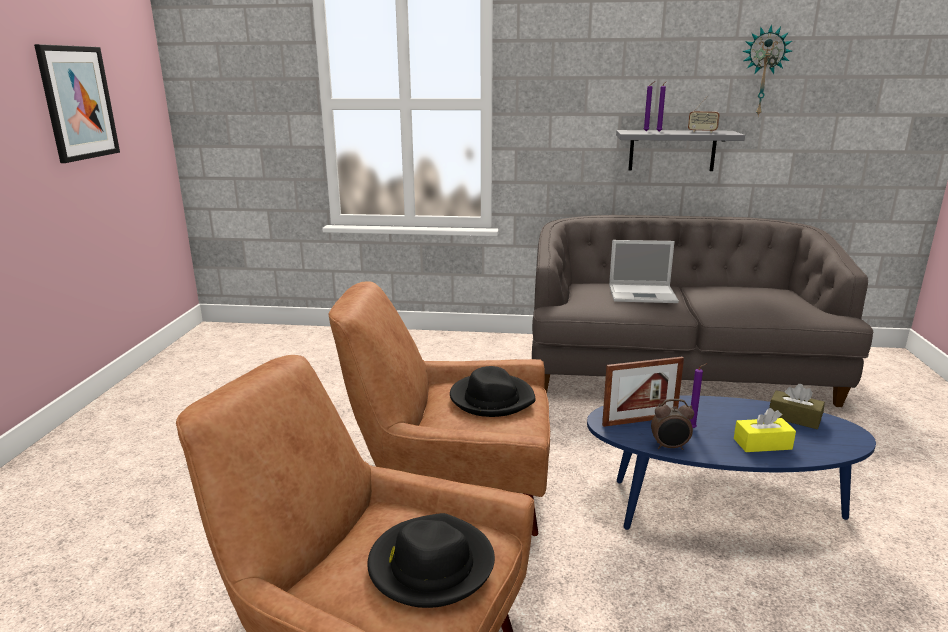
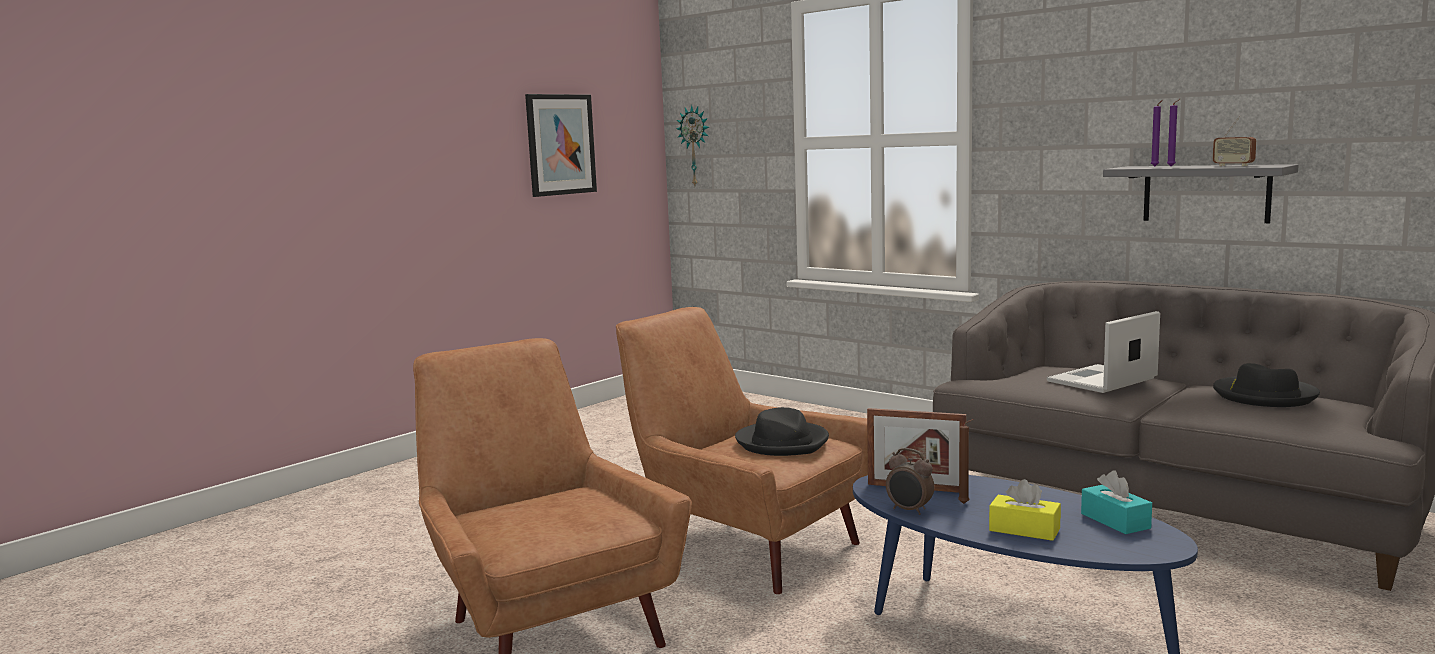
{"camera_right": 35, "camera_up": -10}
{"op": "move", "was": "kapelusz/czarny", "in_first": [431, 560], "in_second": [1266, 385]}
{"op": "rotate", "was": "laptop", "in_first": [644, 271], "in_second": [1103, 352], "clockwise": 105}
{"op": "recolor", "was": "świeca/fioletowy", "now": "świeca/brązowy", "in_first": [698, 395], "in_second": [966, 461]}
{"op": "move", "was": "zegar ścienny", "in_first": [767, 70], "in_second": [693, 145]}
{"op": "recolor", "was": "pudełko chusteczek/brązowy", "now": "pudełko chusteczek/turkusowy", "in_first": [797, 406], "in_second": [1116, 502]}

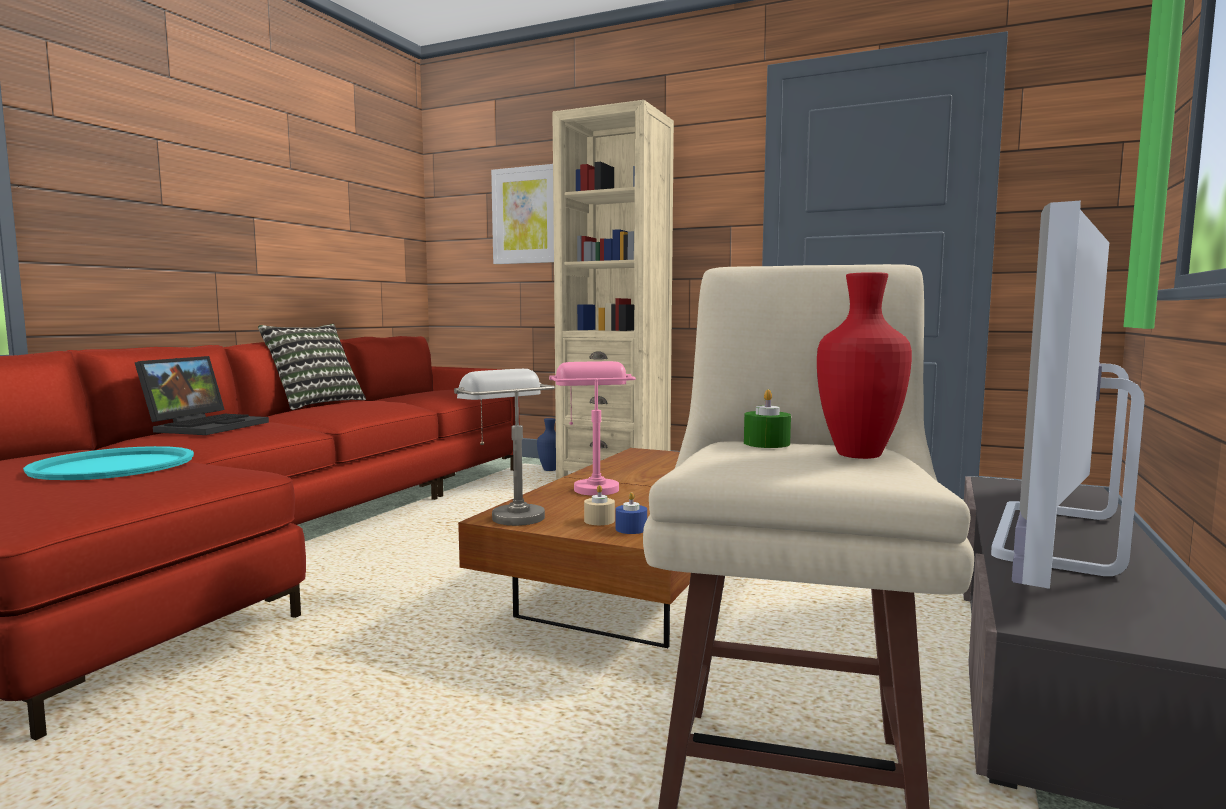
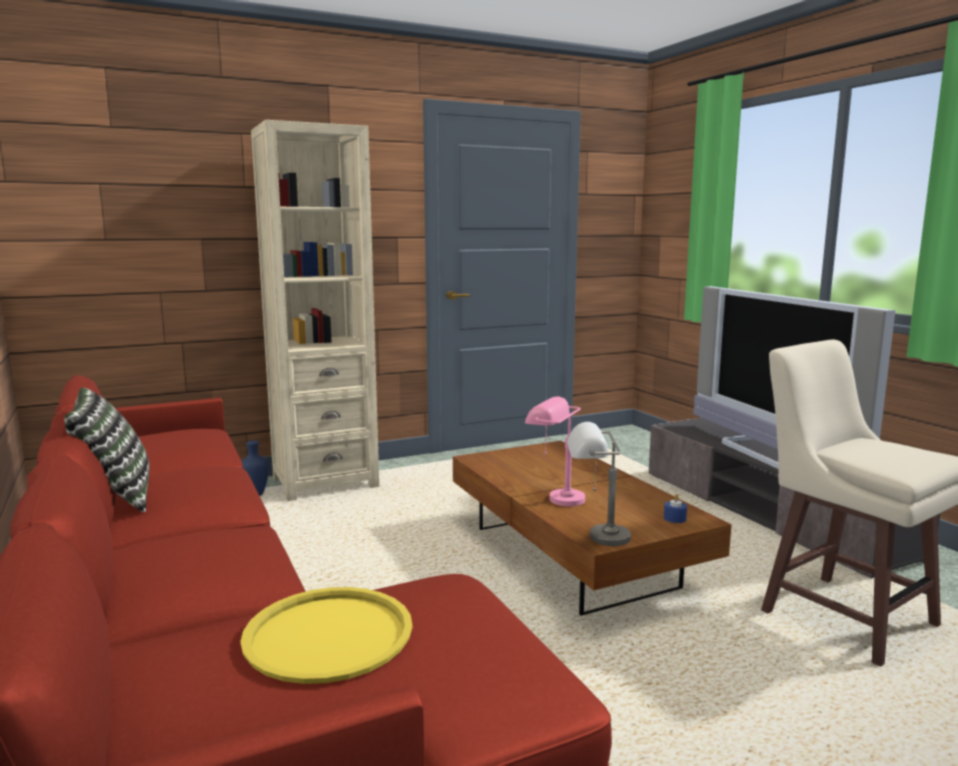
{"camera_right": -50, "camera_up": 5}
{"op": "recolor", "was": "taca/turkusowy", "now": "taca/żółty", "in_first": [108, 463], "in_second": [326, 635]}
{"op": "delete", "was": "laptop", "in_first": [202, 395]}
{"op": "delete", "was": "obraz", "in_first": [522, 214]}
{"op": "delete", "was": "świeca/beżowy", "in_first": [599, 505]}
{"op": "delete", "was": "świeca/zielony", "in_first": [767, 418]}
{"op": "delete", "was": "wazon/czerwony", "in_first": [864, 365]}

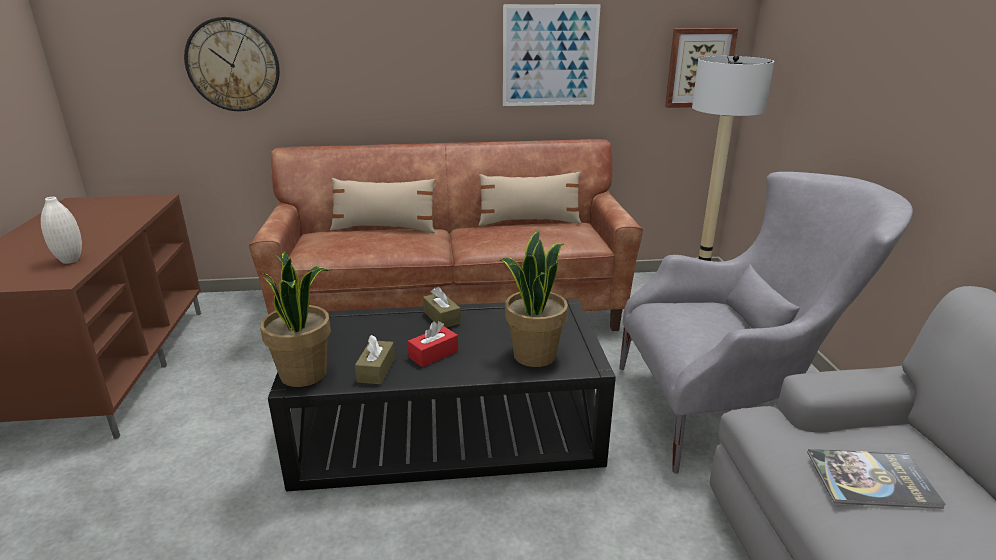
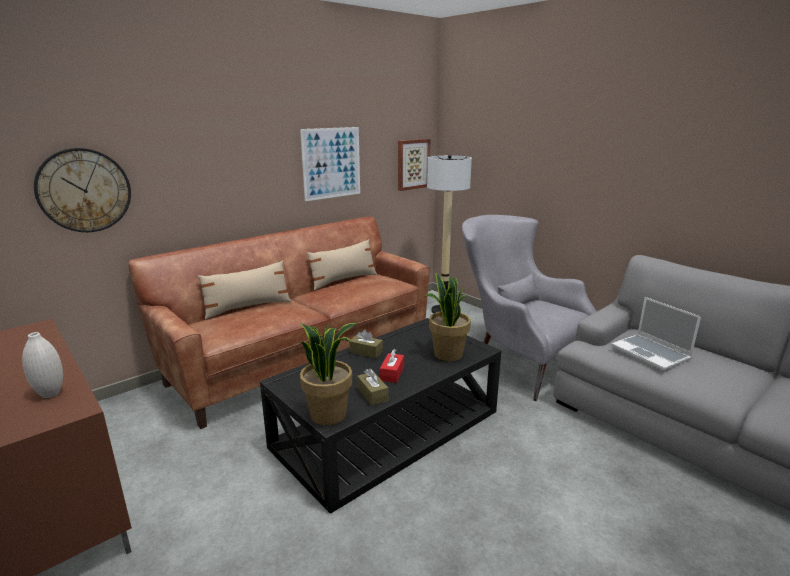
{"camera_right": -35, "camera_up": -5}
{"op": "rotate", "was": "fotel/szary", "in_first": [766, 323], "in_second": [529, 308], "clockwise": -90}
{"op": "replace", "was": "książka", "now": "laptop", "in_first": [876, 479], "in_second": [656, 333]}

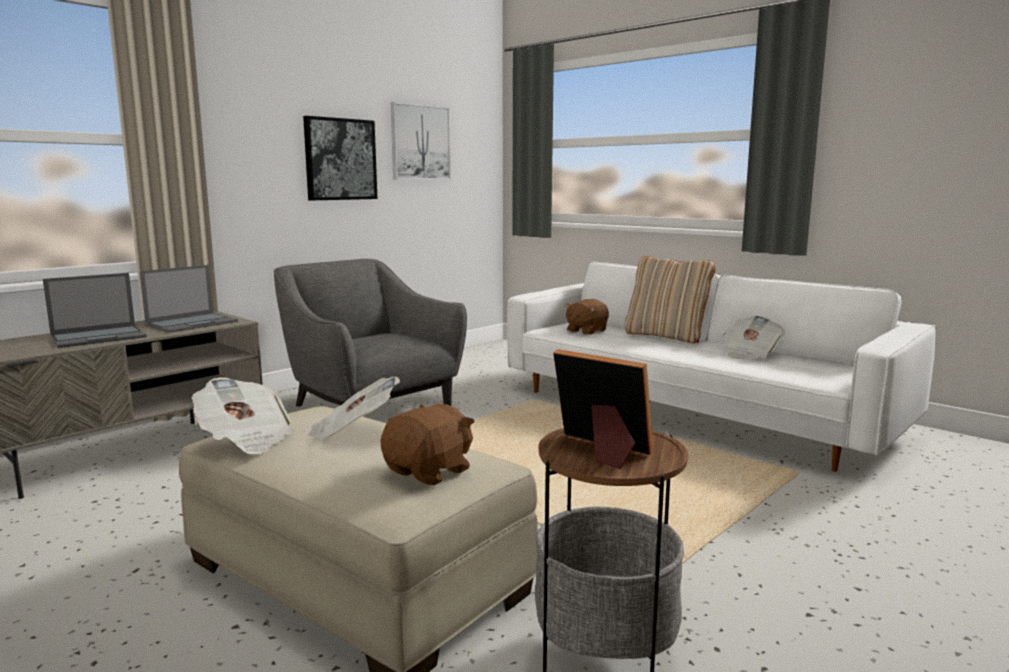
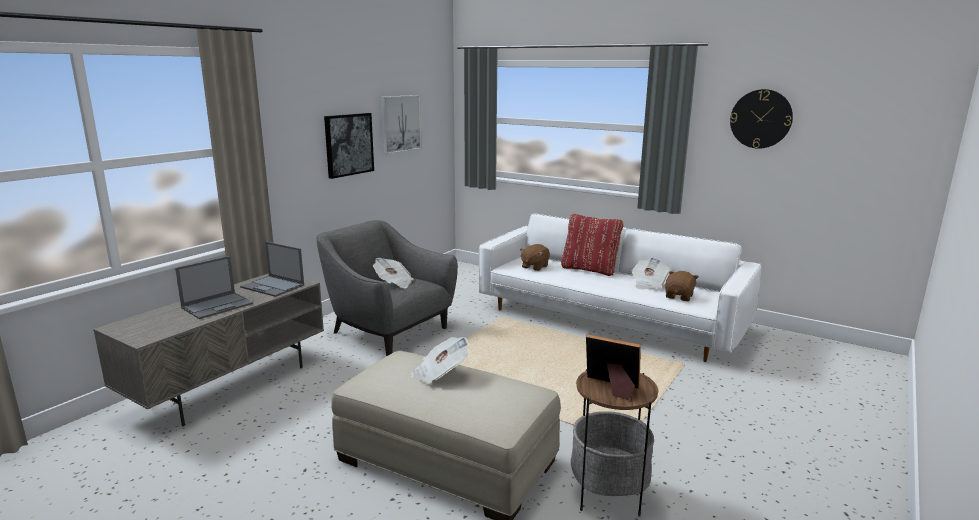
{"camera_right": -10, "camera_up": 5}
{"op": "rotate", "was": "laptop", "in_first": [189, 299], "in_second": [272, 269], "clockwise": 90}
{"op": "move", "was": "gazeta", "in_first": [243, 416], "in_second": [393, 273]}
{"op": "move", "was": "pluszak/brązowy", "in_first": [427, 445], "in_second": [682, 286]}
{"op": "recolor", "was": "poduszka/beżowy", "now": "poduszka/czerwony", "in_first": [670, 299], "in_second": [592, 245]}
{"op": "insert", "now": "zegar ścienny", "in_second": [761, 119]}

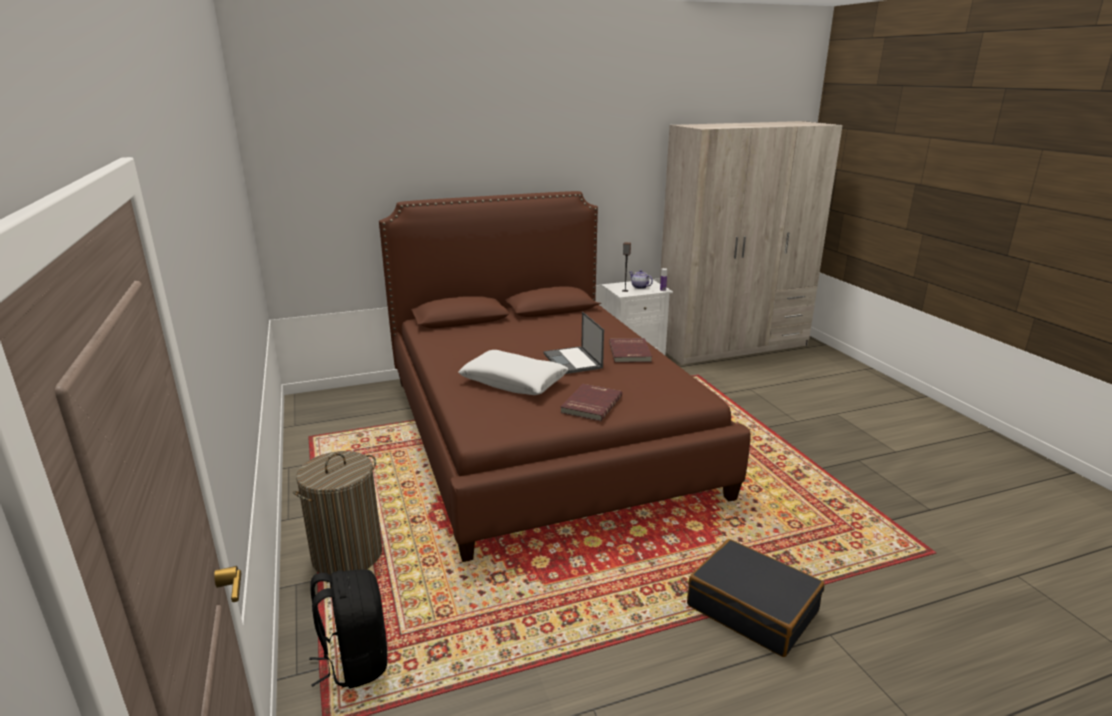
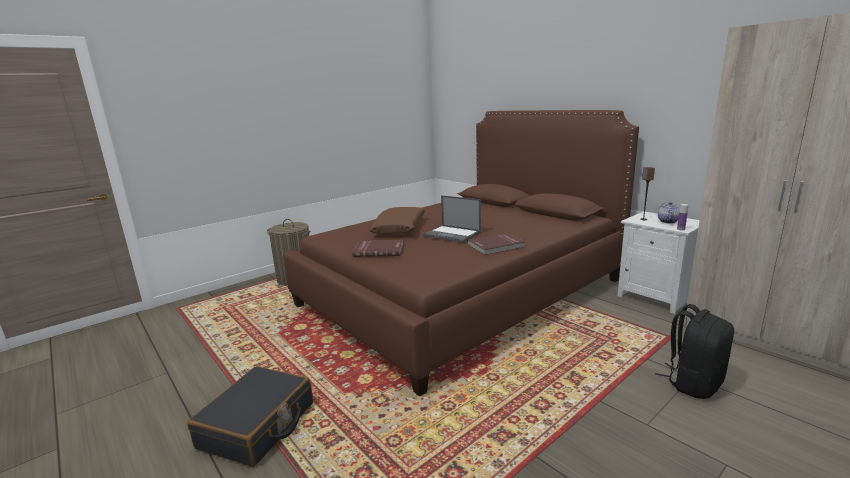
{"camera_right": 70, "camera_up": -5}
{"op": "move", "was": "plecak/czarny", "in_first": [348, 628], "in_second": [694, 351]}
{"op": "recolor", "was": "poduszka/biały", "now": "poduszka/brązowy", "in_first": [513, 372], "in_second": [397, 220]}
{"op": "rotate", "was": "laptop", "in_first": [574, 343], "in_second": [452, 219], "clockwise": -105}

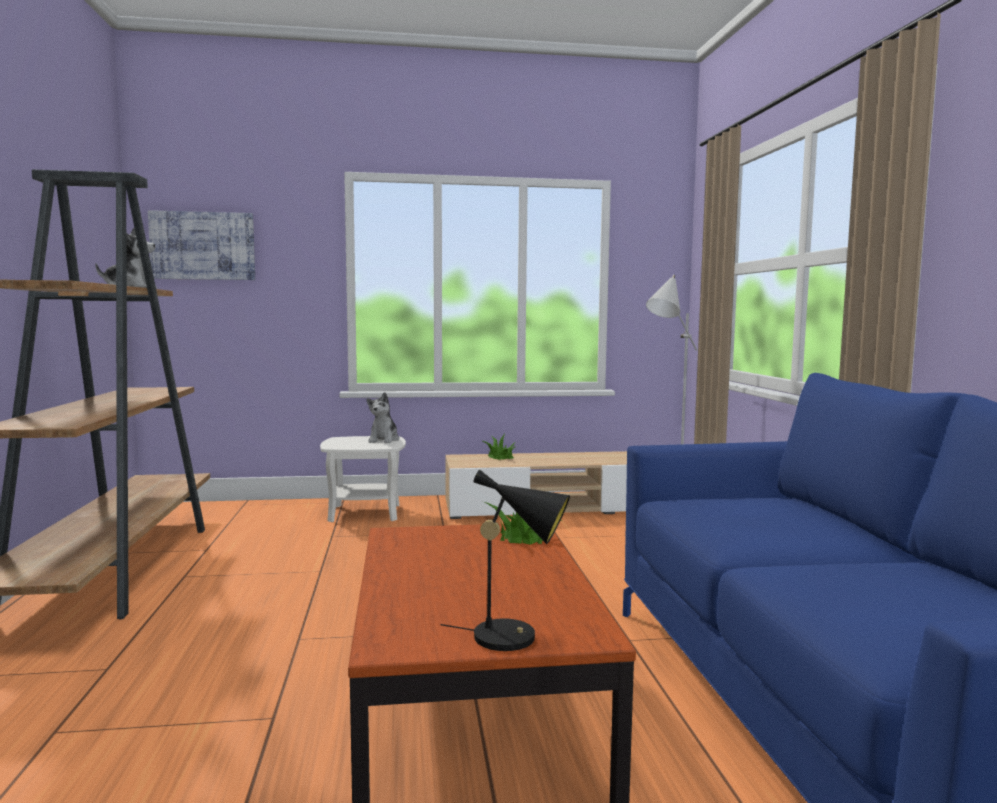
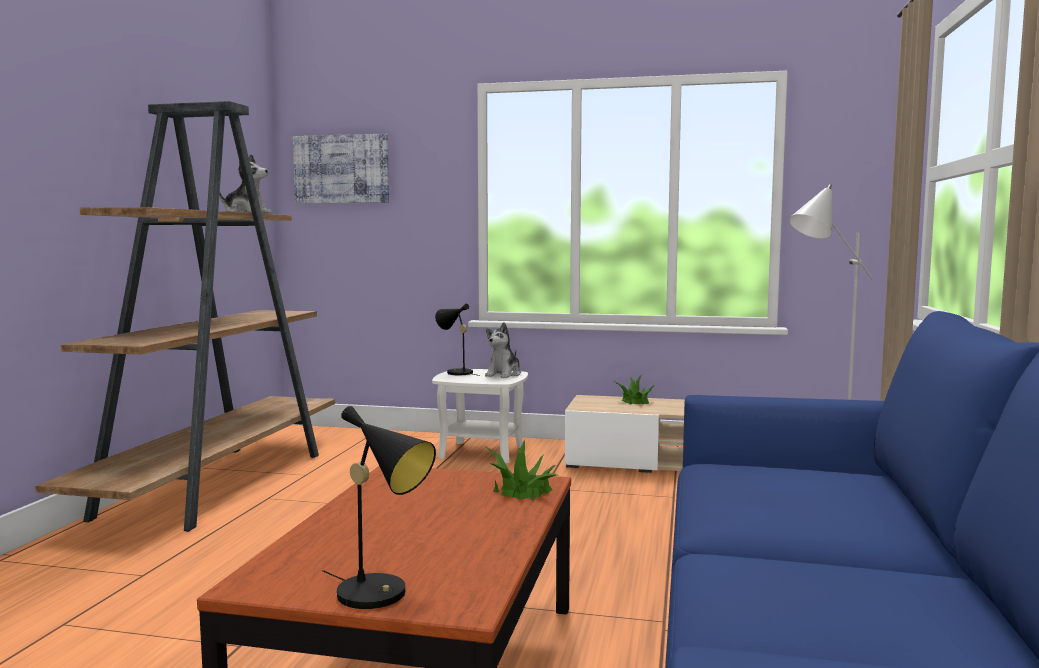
{"camera_right": 20, "camera_up": 0}
{"op": "insert", "now": "lampa stołowa/czarny", "in_second": [457, 340]}

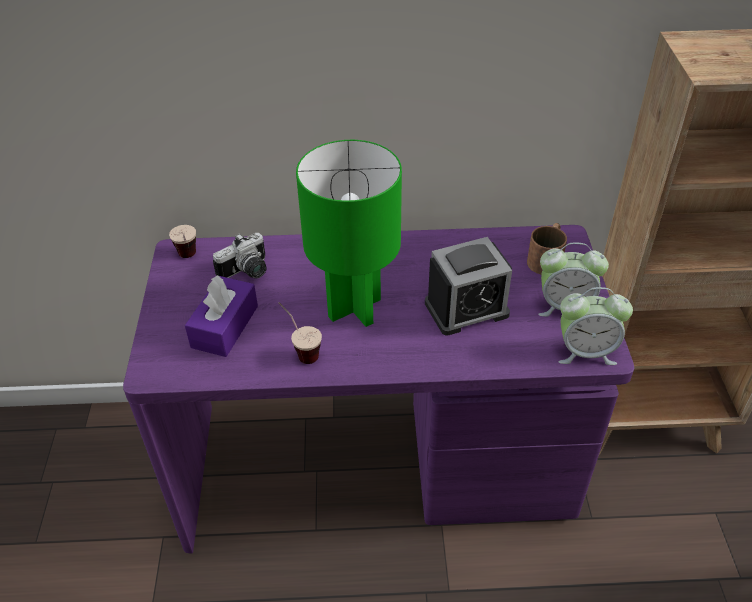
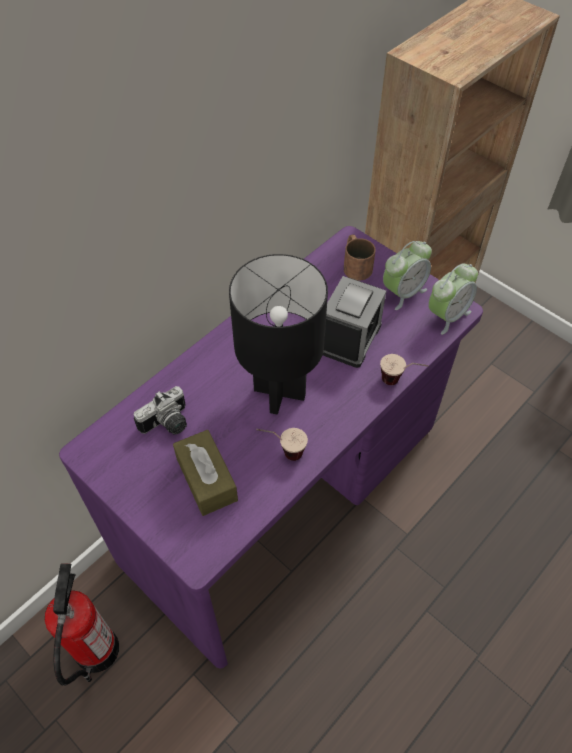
{"camera_right": -45, "camera_up": 10}
{"op": "move", "was": "filiżanka", "in_first": [182, 241], "in_second": [404, 369]}
{"op": "recolor", "was": "pudełko chusteczek/fioletowy", "now": "pudełko chusteczek/brązowy", "in_first": [221, 316], "in_second": [205, 473]}
{"op": "rotate", "was": "aparat fotograficzny", "in_first": [240, 256], "in_second": [160, 410], "clockwise": 45}
{"op": "recolor", "was": "lampa stołowa/zielony", "now": "lampa stołowa/czarny", "in_first": [349, 233], "in_second": [278, 334]}
{"op": "insert", "now": "gaśnica", "in_second": [82, 624]}

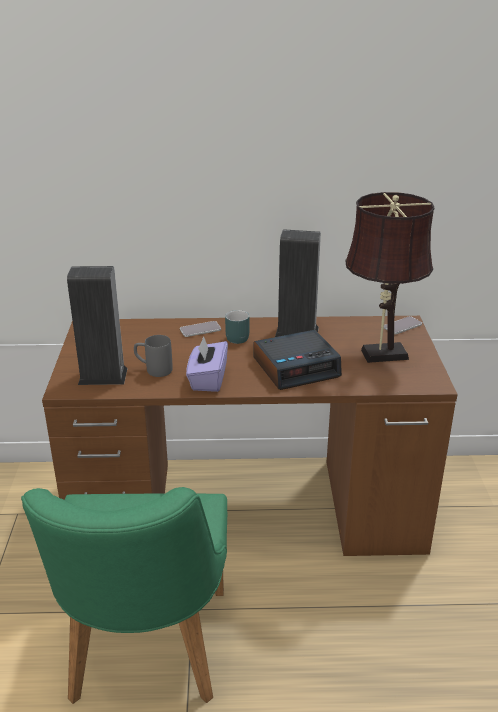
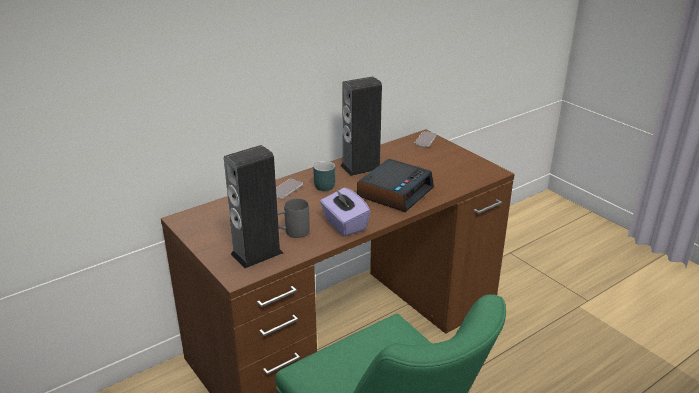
{"camera_right": -35, "camera_up": 0}
{"op": "delete", "was": "lampa stołowa/brązowy", "in_first": [390, 277]}

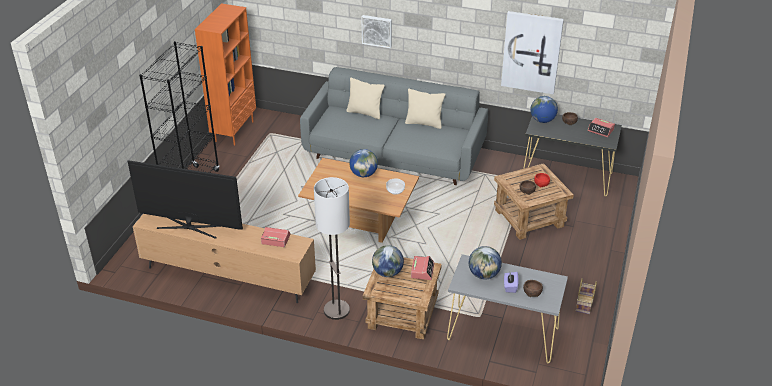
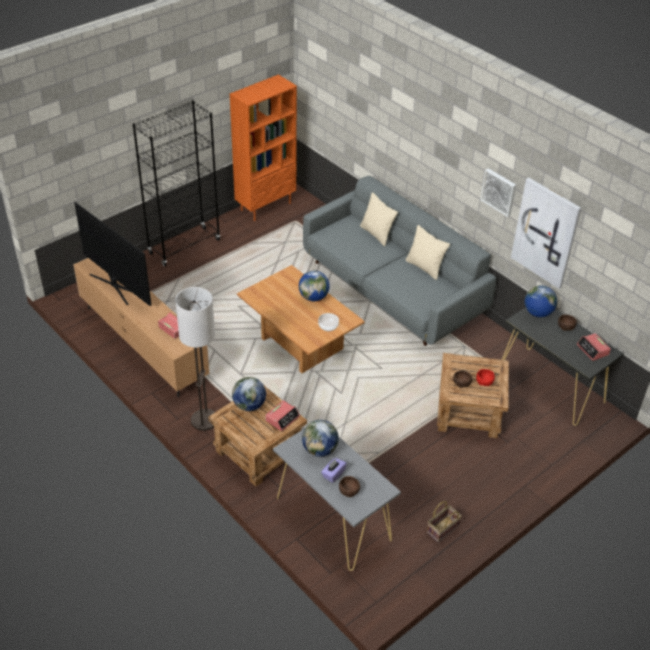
{"camera_right": 30, "camera_up": 5}
{"op": "move", "was": "obraz", "in_first": [376, 31], "in_second": [498, 192]}

